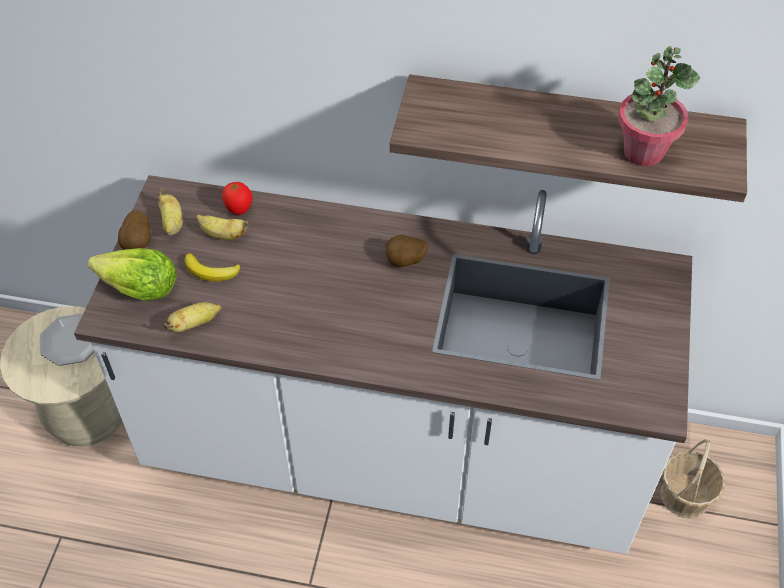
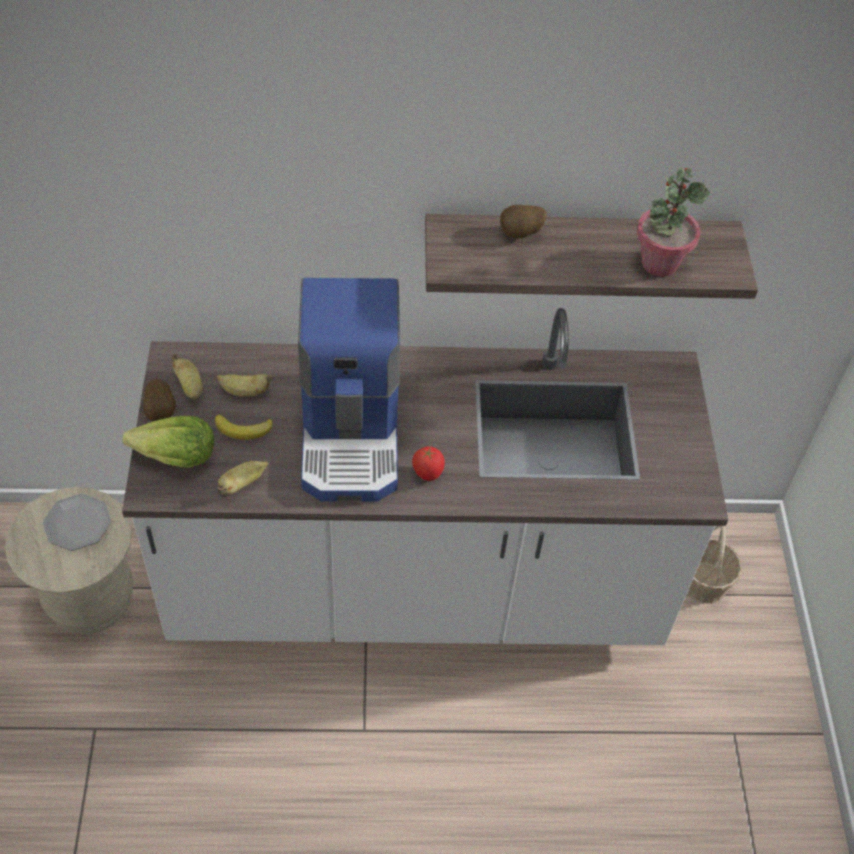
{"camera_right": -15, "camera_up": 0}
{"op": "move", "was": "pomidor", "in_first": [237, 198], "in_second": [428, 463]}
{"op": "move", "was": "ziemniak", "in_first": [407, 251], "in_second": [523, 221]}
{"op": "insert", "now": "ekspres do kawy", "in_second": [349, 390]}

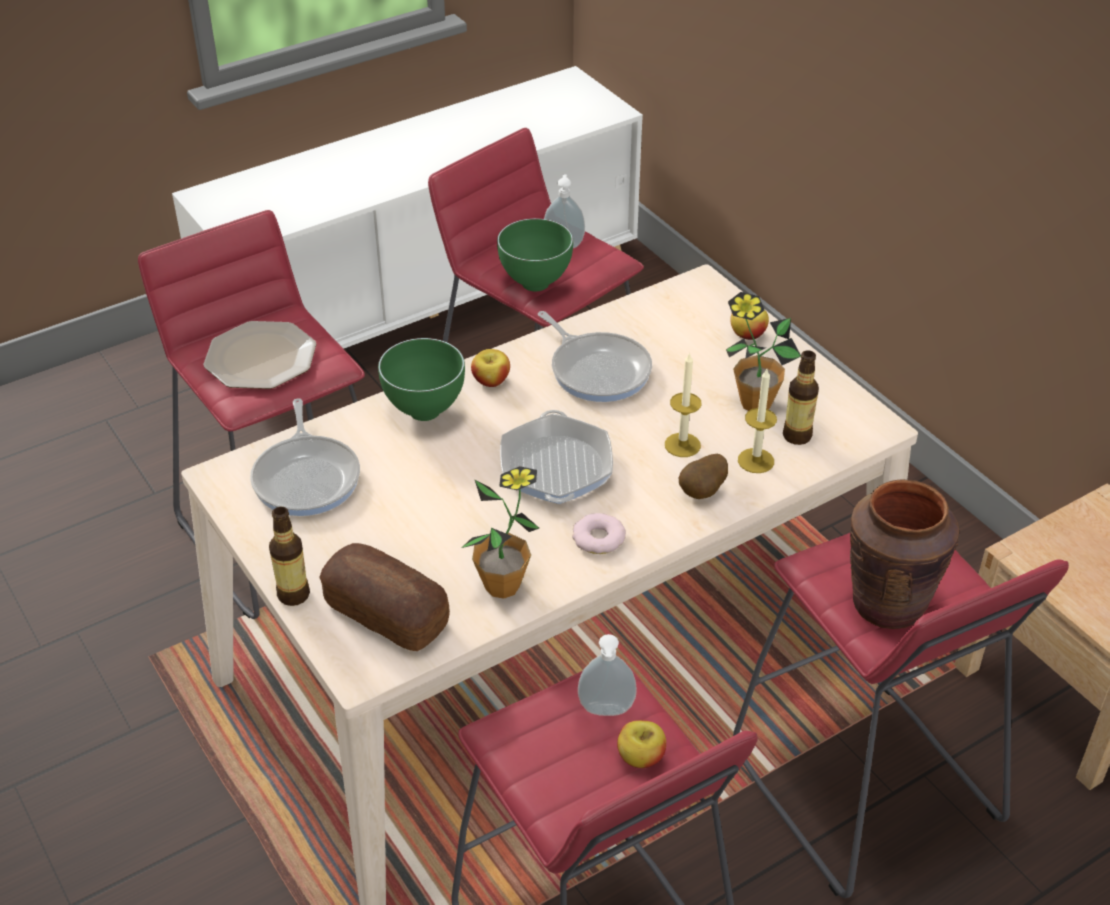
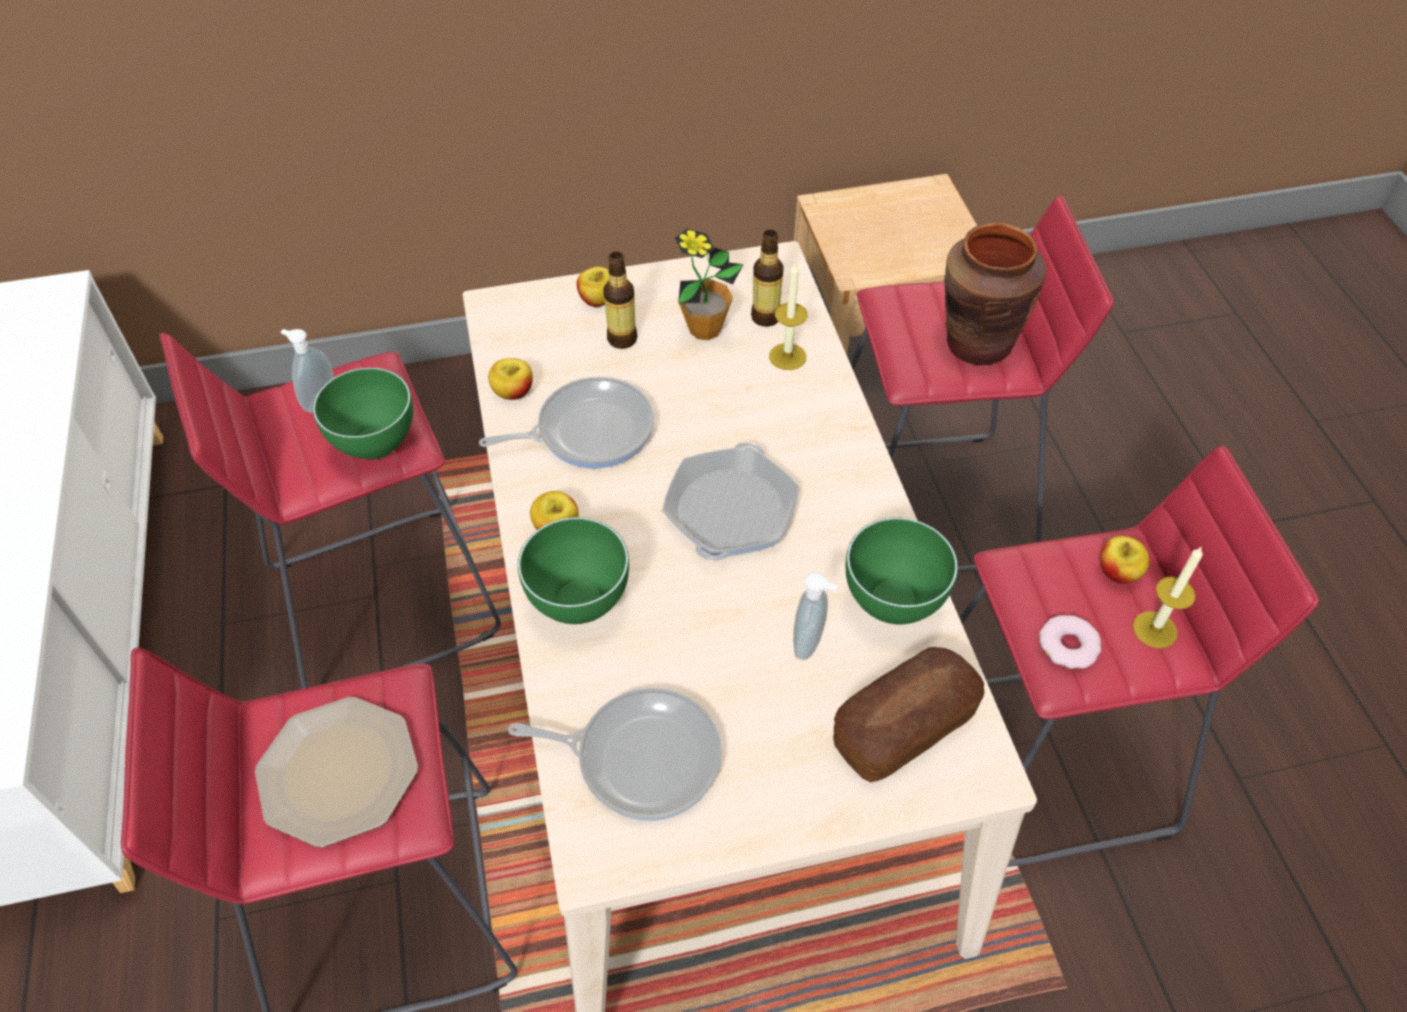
{"camera_right": -70, "camera_up": 10}
{"op": "move", "was": "butelka", "in_first": [289, 556], "in_second": [620, 300]}
{"op": "replace", "was": "roślina doniczkowa", "now": "miska/zielony", "in_first": [500, 532], "in_second": [902, 570]}
{"op": "rotate", "was": "patelnia", "in_first": [556, 457], "in_second": [730, 501], "clockwise": -90}
{"op": "move", "was": "donut", "in_first": [599, 533], "in_second": [1070, 642]}
{"op": "move", "was": "dozownik mydła", "in_first": [607, 675], "in_second": [815, 616]}
{"op": "move", "was": "świeca", "in_first": [683, 404], "in_second": [1168, 597]}
{"op": "delete", "was": "ziemniak", "in_first": [703, 476]}
{"op": "insert", "now": "jabłko", "in_second": [510, 379]}

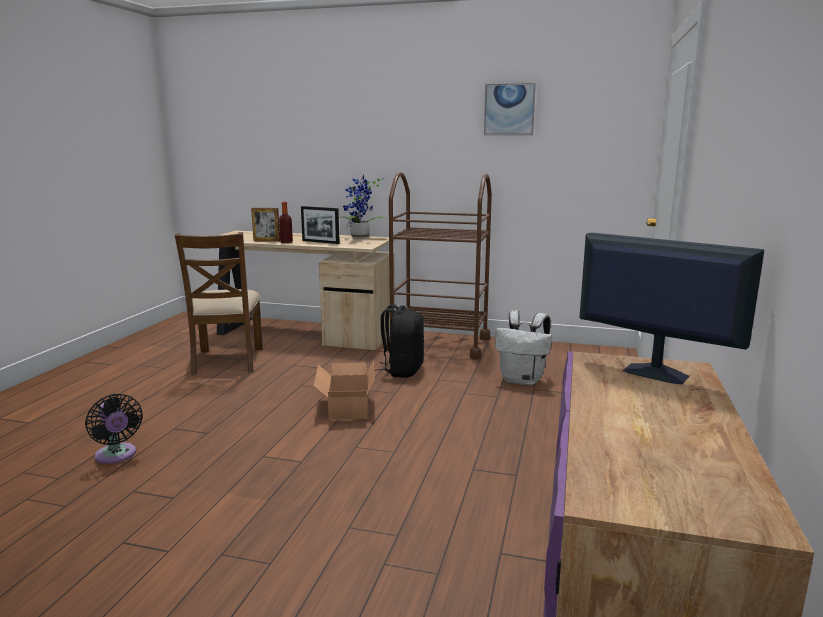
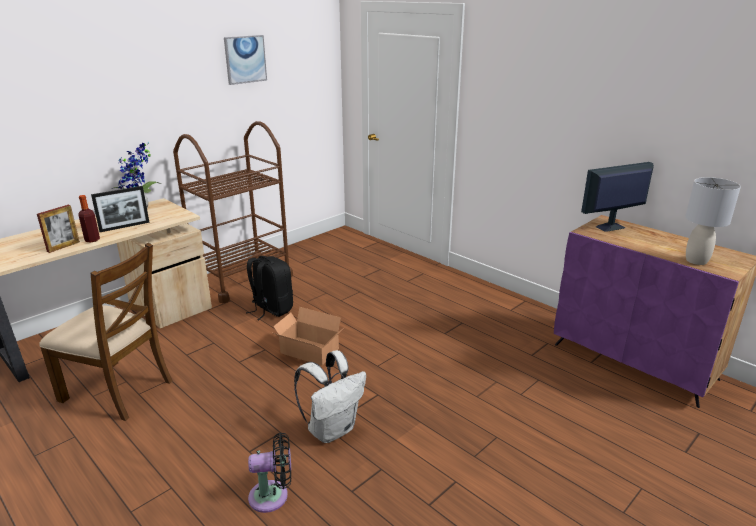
{"camera_right": -60, "camera_up": 10}
{"op": "move", "was": "plecak/biały", "in_first": [523, 347], "in_second": [330, 396]}
{"op": "insert", "now": "lampa stołowa/szary", "in_second": [713, 221]}

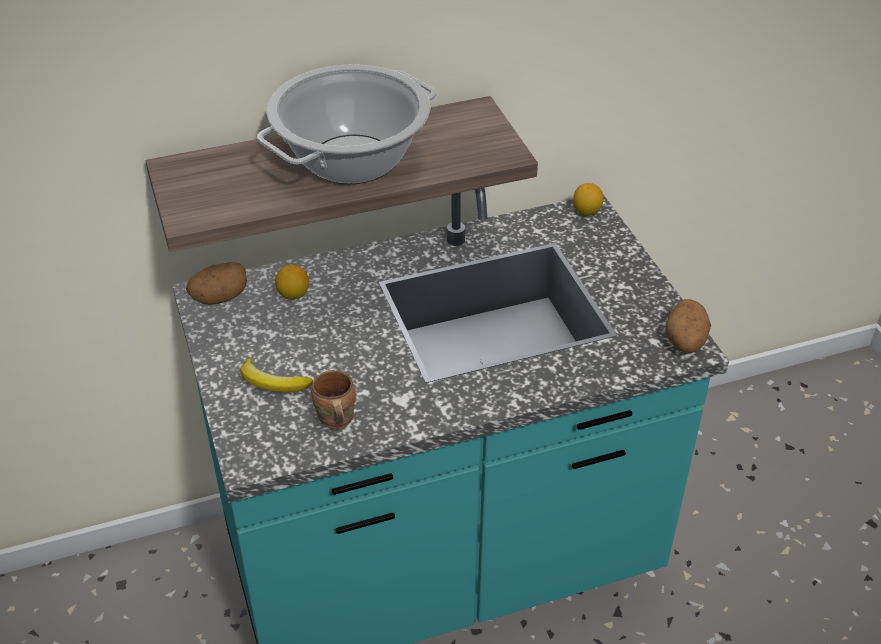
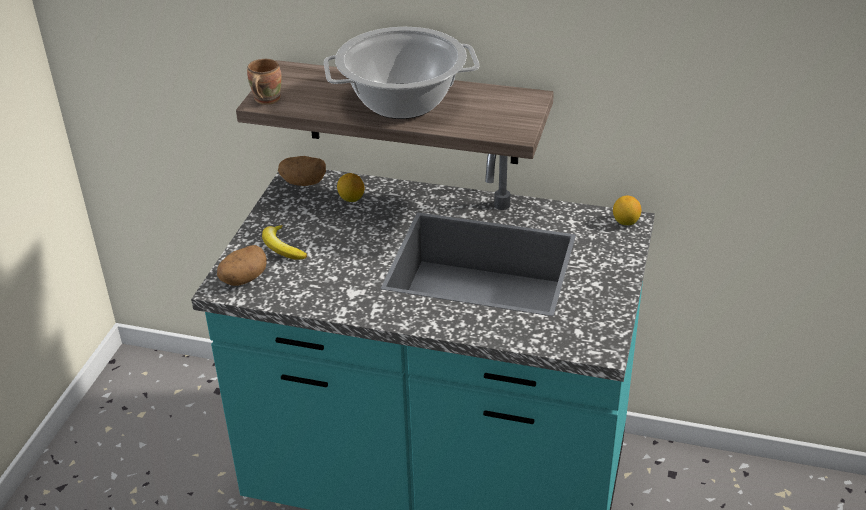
{"camera_right": 35, "camera_up": -5}
{"op": "move", "was": "kubek/brązowy", "in_first": [333, 399], "in_second": [264, 82]}
{"op": "move", "was": "ziemniak", "in_first": [688, 326], "in_second": [242, 265]}

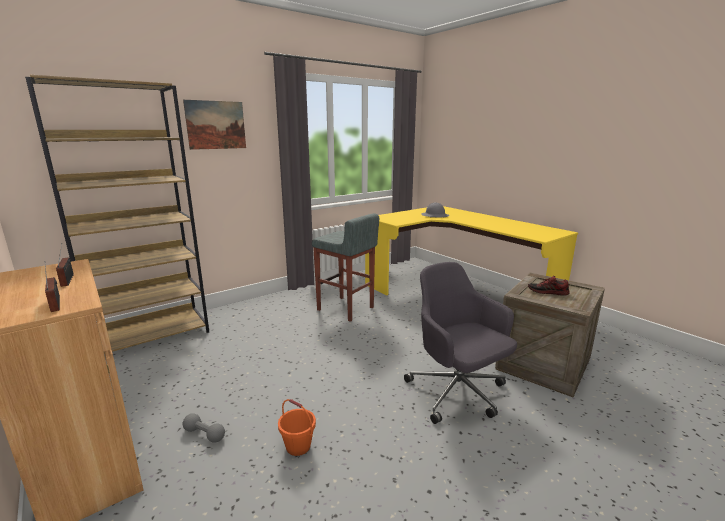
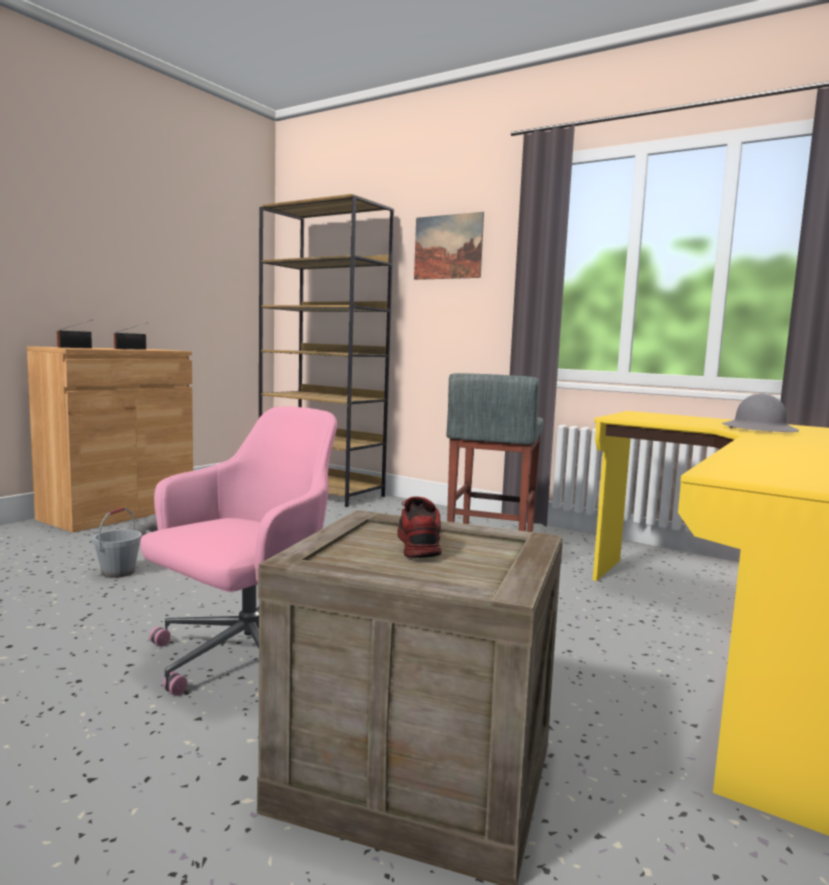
{"camera_right": 70, "camera_up": -10}
{"op": "recolor", "was": "wiadro/pomarańczowy", "now": "wiadro/szary", "in_first": [297, 427], "in_second": [117, 542]}
{"op": "recolor", "was": "krzesło biurowe/szary", "now": "krzesło biurowe/różowy", "in_first": [460, 343], "in_second": [238, 551]}

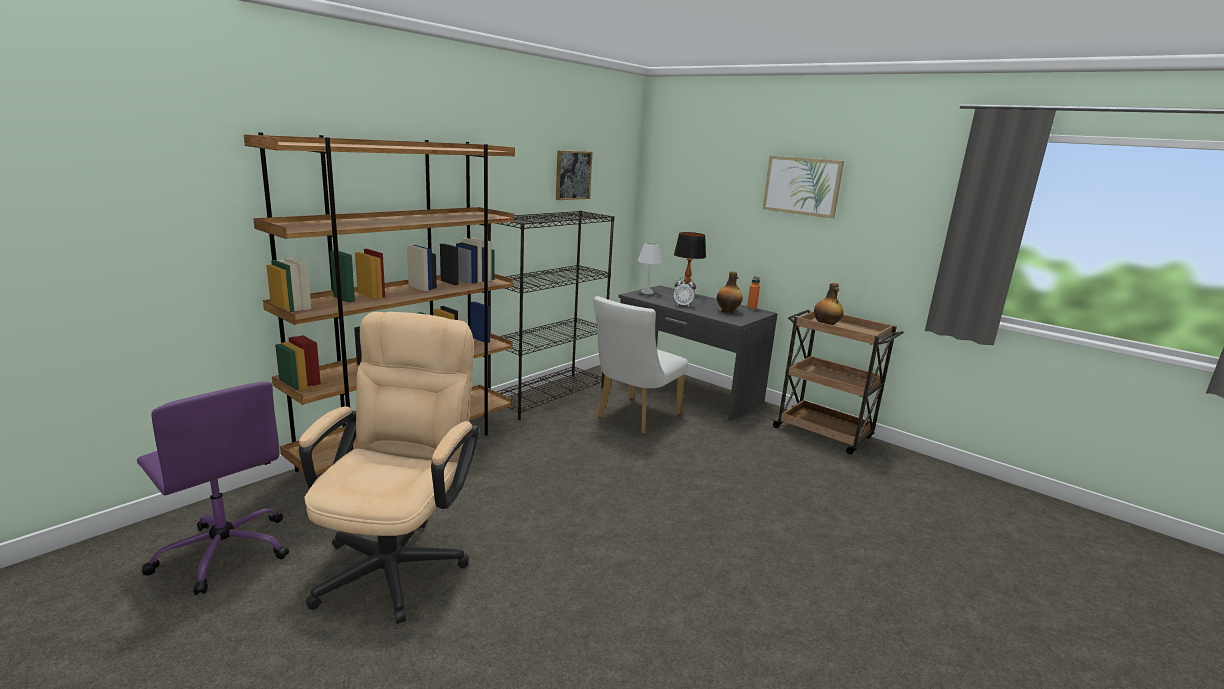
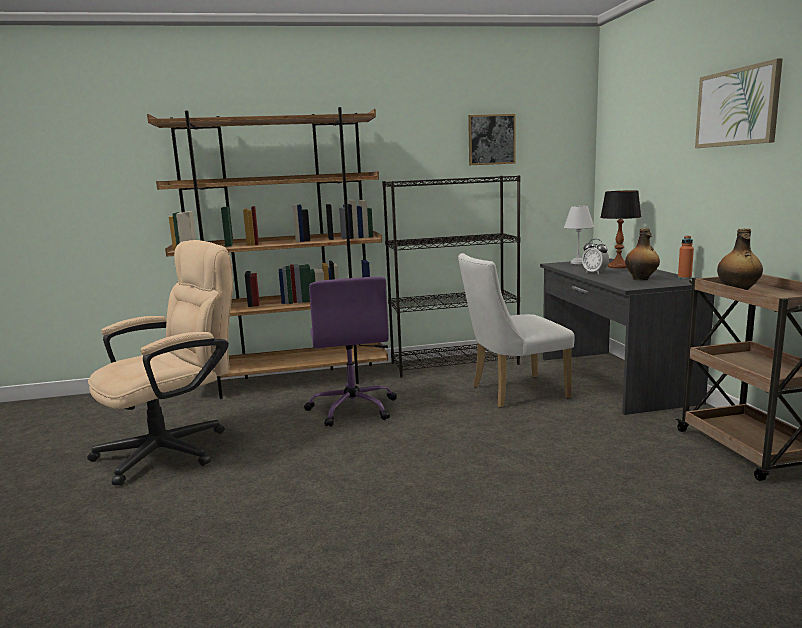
{"camera_right": 40, "camera_up": -5}
{"op": "move", "was": "krzesło biurowe/fioletowy", "in_first": [213, 488], "in_second": [350, 352]}

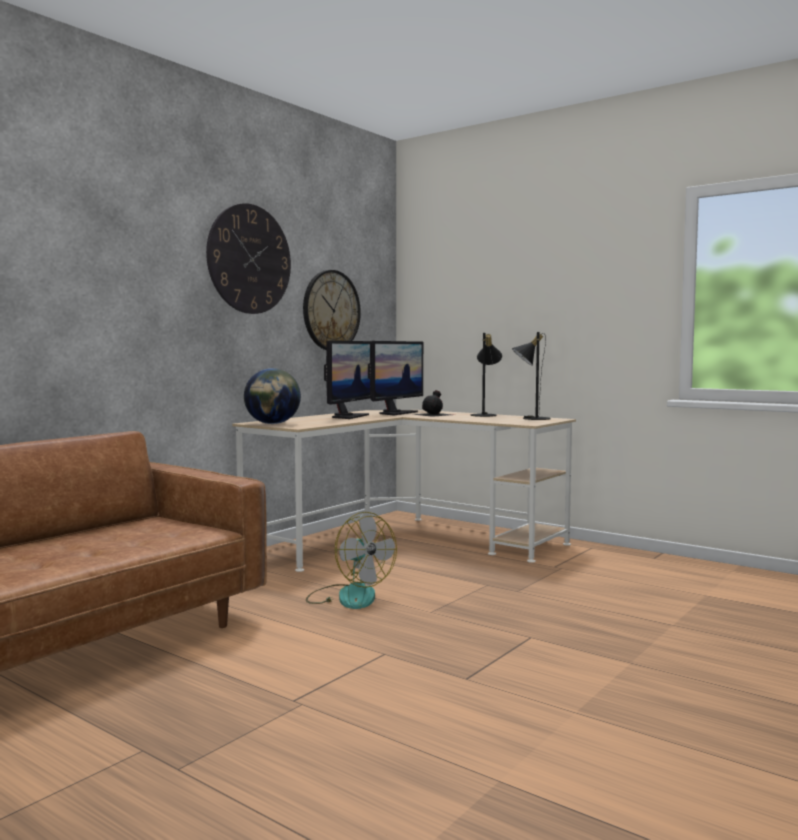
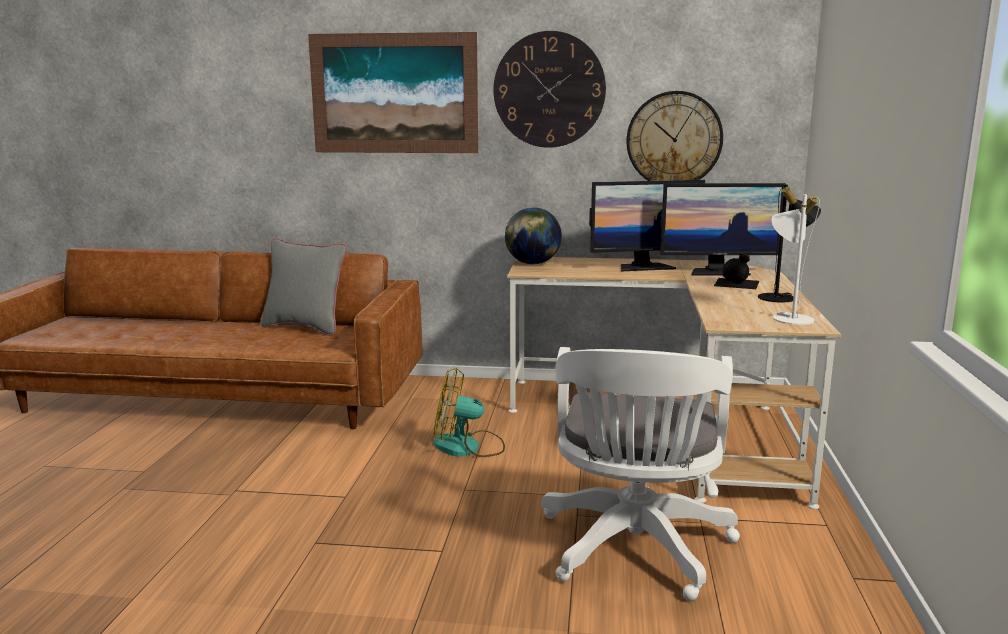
{"camera_right": 60, "camera_up": 10}
{"op": "rotate", "was": "wentylator", "in_first": [351, 560], "in_second": [469, 412], "clockwise": 75}
{"op": "recolor", "was": "lampa stołowa/czarny", "now": "lampa stołowa/biały", "in_first": [531, 376], "in_second": [795, 259]}
{"op": "insert", "now": "poduszka/szary", "in_second": [303, 287]}
{"op": "insert", "now": "obraz", "in_second": [393, 92]}
{"op": "insert", "now": "krzesło biurowe/biały", "in_second": [640, 474]}

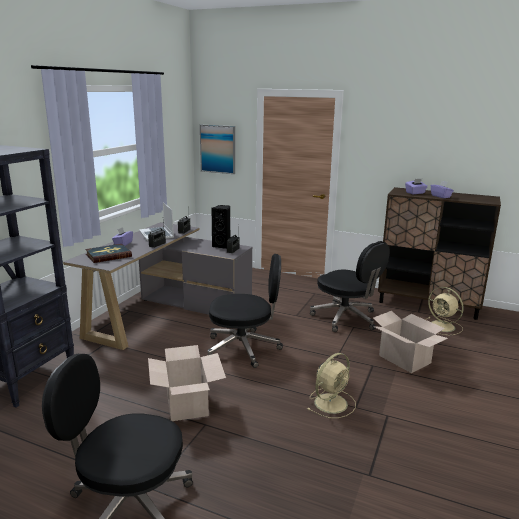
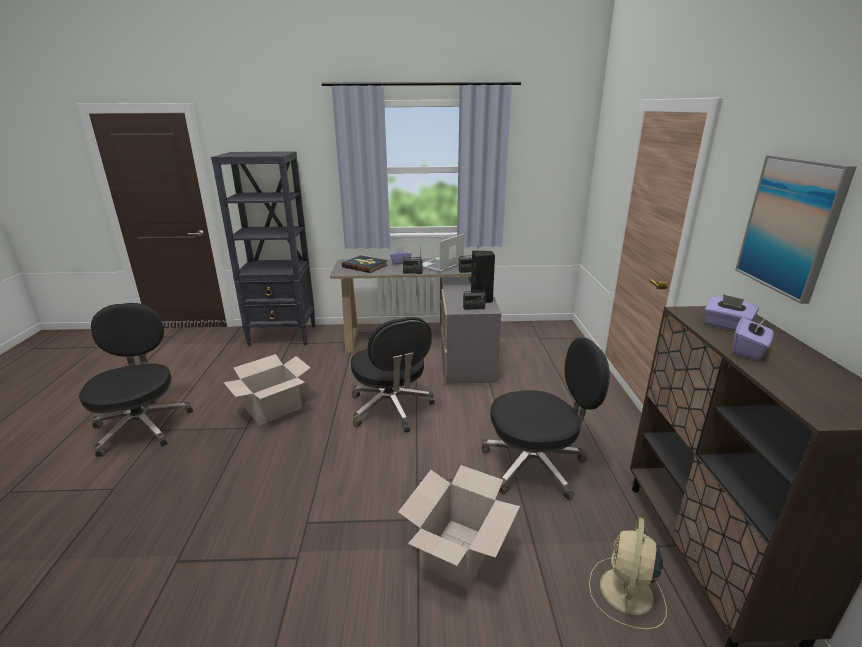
{"camera_right": 65, "camera_up": 5}
{"op": "move", "was": "obraz", "in_first": [217, 149], "in_second": [796, 229]}
{"op": "delete", "was": "wentylator/beżowy", "in_first": [331, 385]}
{"op": "rotate", "was": "krzesło biurowe/czarny", "in_first": [350, 286], "in_second": [546, 419], "clockwise": -120}

